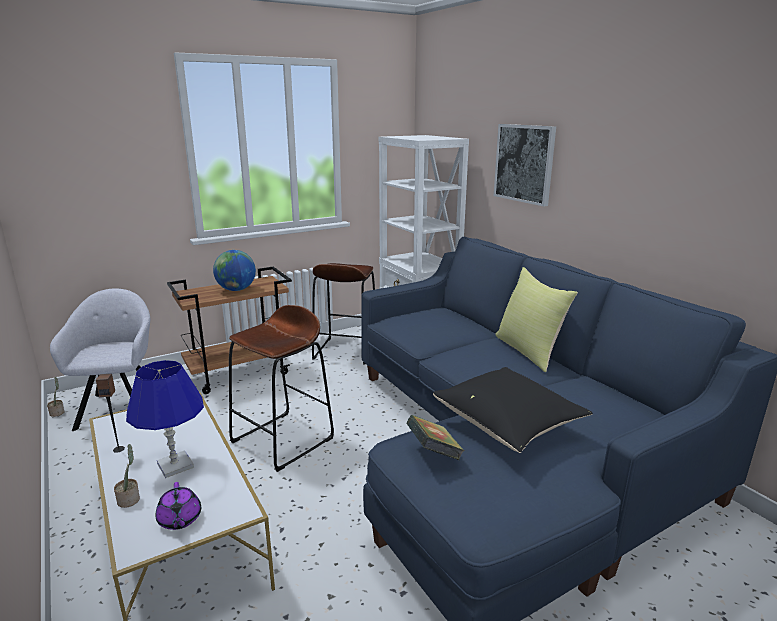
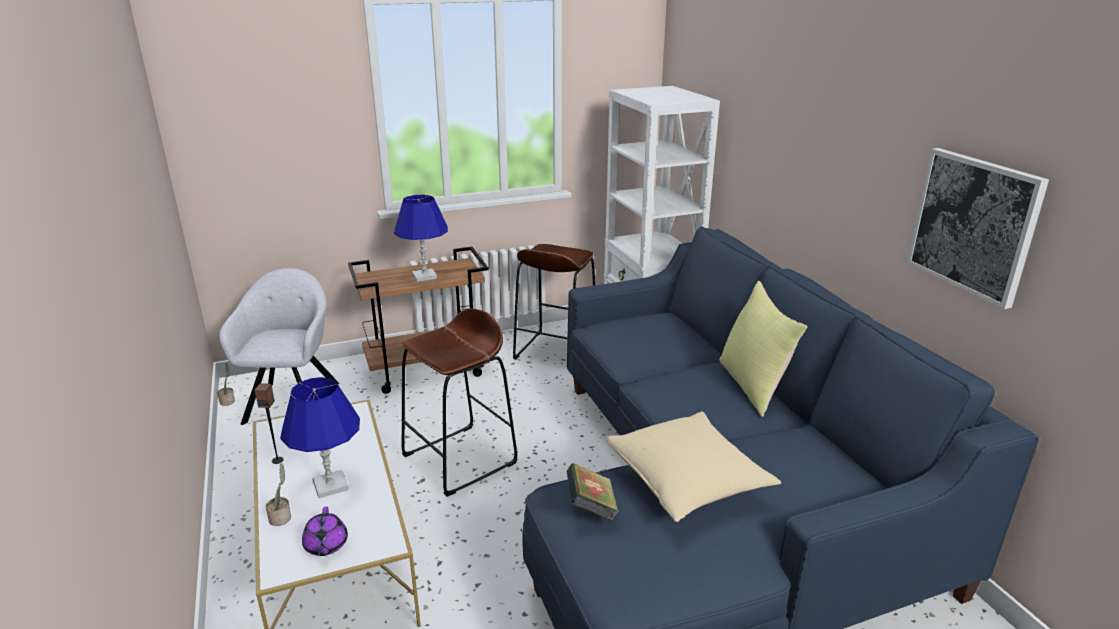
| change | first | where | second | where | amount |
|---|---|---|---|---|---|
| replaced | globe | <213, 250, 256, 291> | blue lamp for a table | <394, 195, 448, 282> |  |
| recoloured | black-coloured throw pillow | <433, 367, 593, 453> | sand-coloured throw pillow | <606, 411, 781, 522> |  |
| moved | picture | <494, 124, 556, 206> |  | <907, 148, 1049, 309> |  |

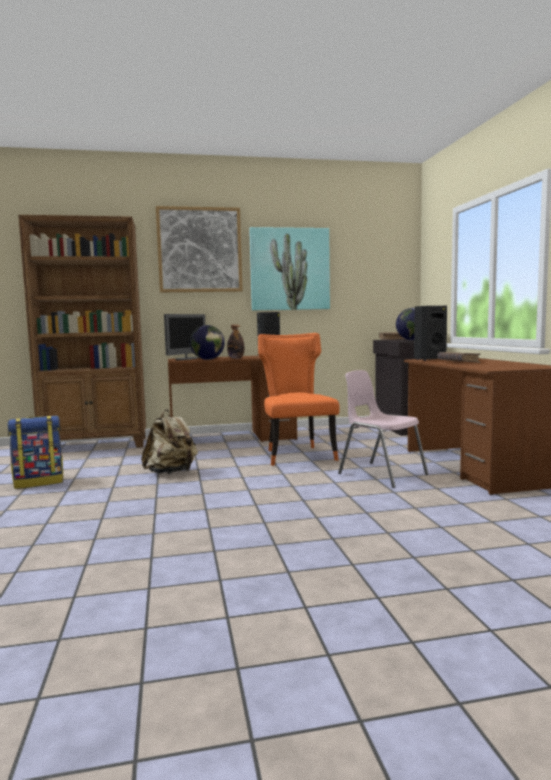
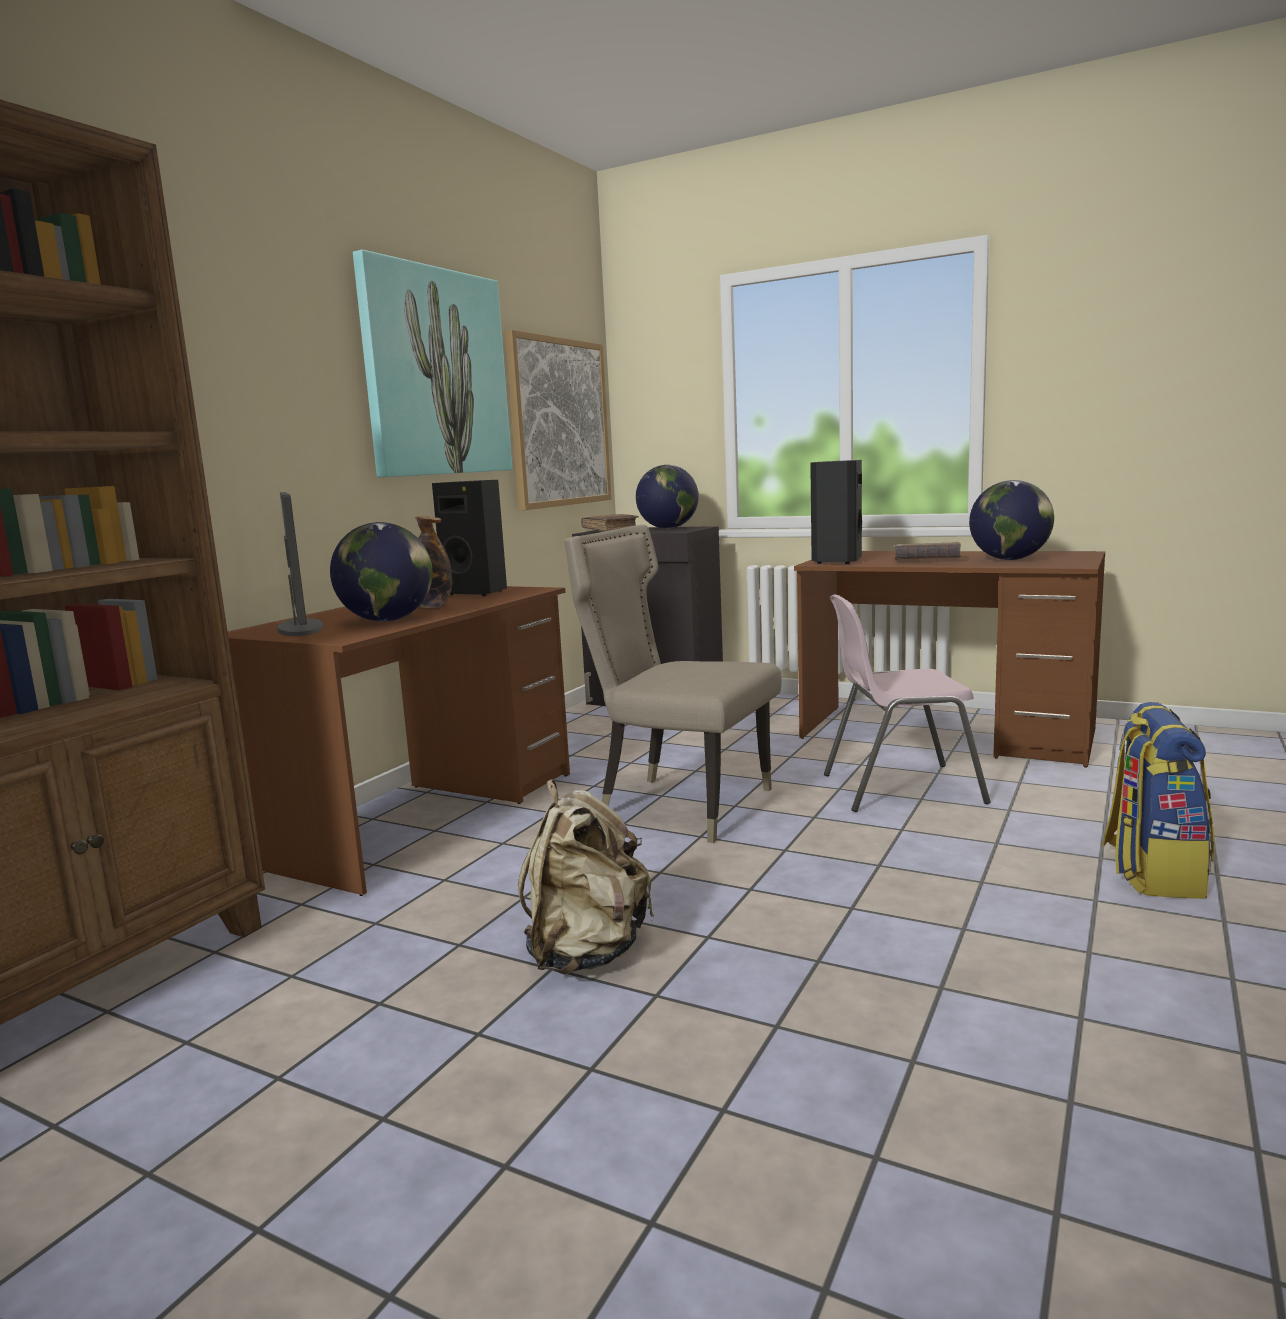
| change | first | where | second | where | amount |
|---|---|---|---|---|---|
| moved | picture | <156, 206, 243, 292> |  | <505, 330, 611, 510> |  |
| recoloured | orange upright chair | <258, 333, 340, 466> | sand-coloured upright chair | <564, 525, 782, 843> |  |
| added |  |  | globe | <969, 480, 1054, 560> |  |
| moved | backpack | <7, 416, 64, 489> |  | <1102, 702, 1214, 899> |  |

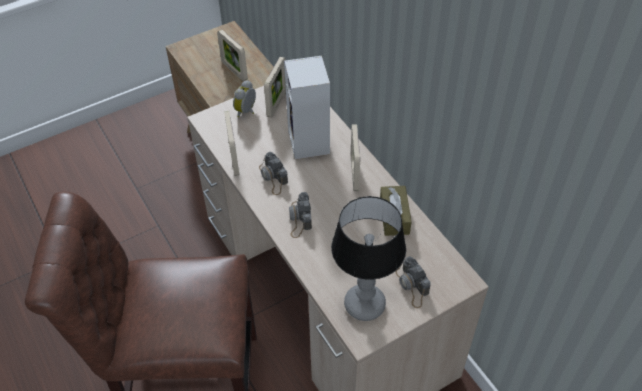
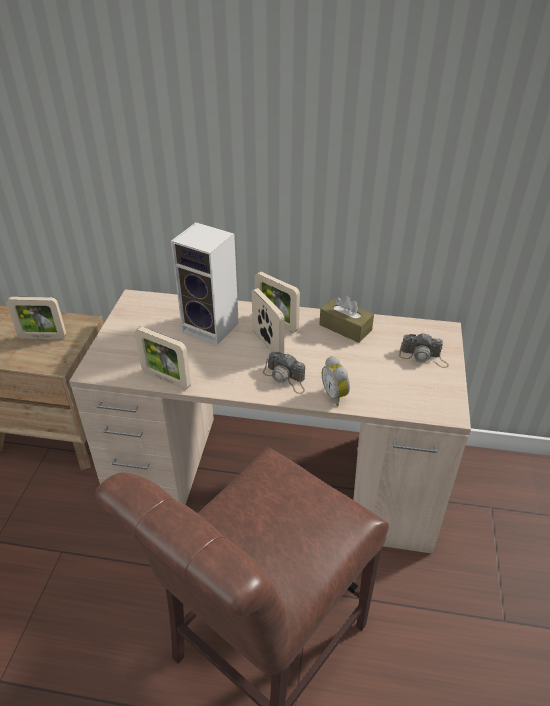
| change | first | where | second | where | amount |
|---|---|---|---|---|---|
| moved | photo frame | <264, 57, 286, 118> |  | <252, 288, 285, 355> |  |
| moved | table clock | <233, 80, 256, 117> |  | <322, 356, 350, 406> |  |
| removed | still camera | <259, 152, 288, 195> |  |  |  |
| removed | lamp for a table | <331, 196, 406, 321> |  |  |  |

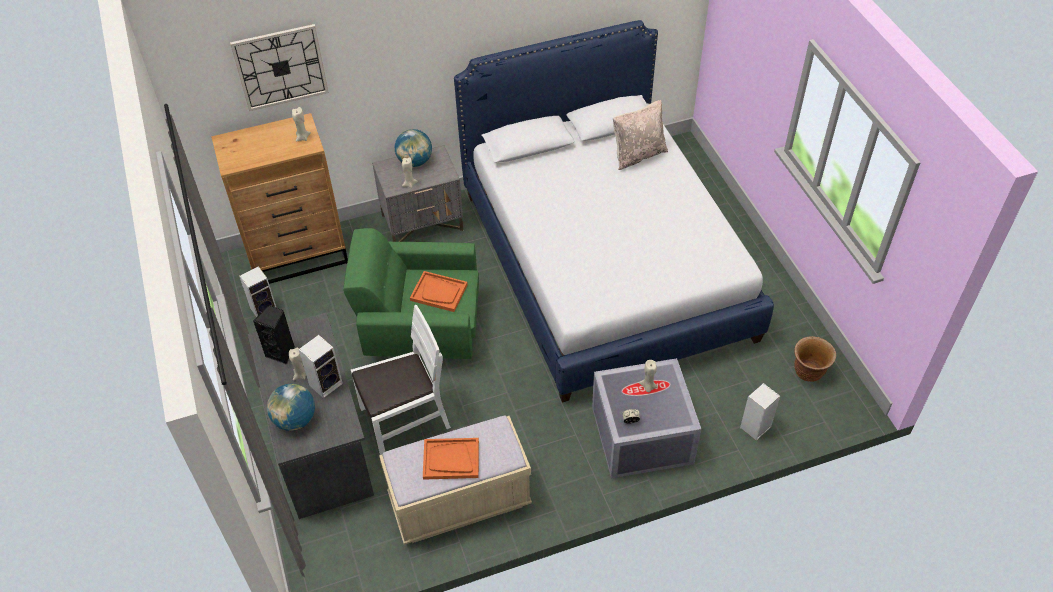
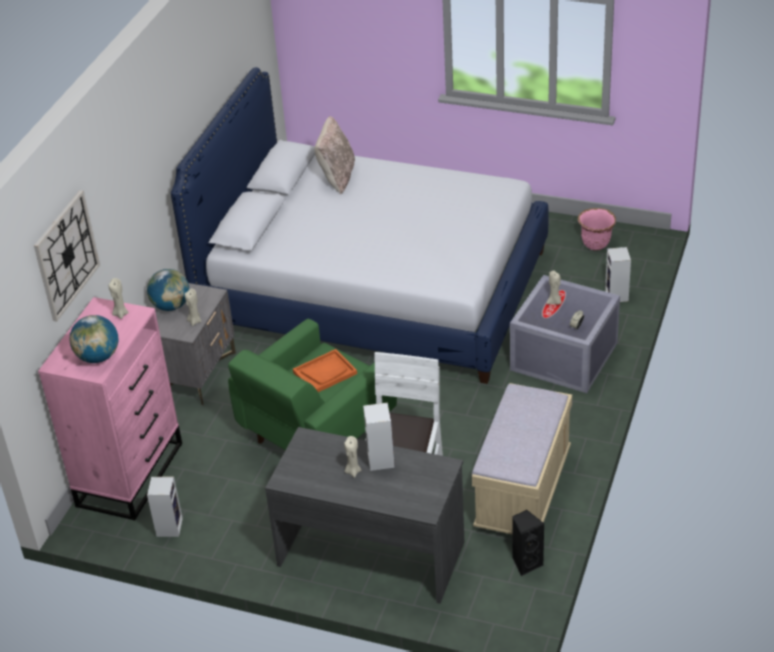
| change | first | where | second | where | amount |
|---|---|---|---|---|---|
| recoloured | brown-coloured drawer chest | <211, 113, 348, 284> | pinkish drawer chest | <38, 297, 182, 520> |  |
| moved | globe | <267, 384, 315, 431> |  | <70, 315, 118, 363> |  |
| moved | black-coloured loudspeaker | <253, 305, 295, 364> |  | <512, 510, 544, 576> |  |
| recoloured | brown-coloured planter | <794, 336, 836, 382> | pinkish planter | <578, 208, 616, 251> |  |
| removed | orange carrying tray | <423, 438, 479, 480> |  |  |  |

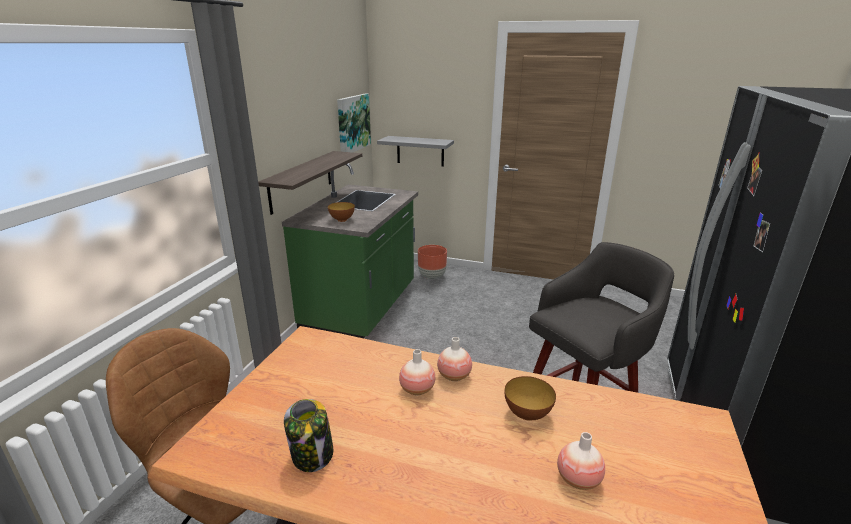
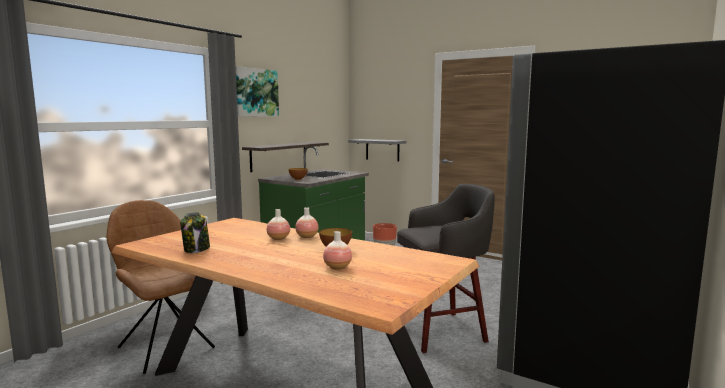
| change | first | where | second | where | amount |
|---|---|---|---|---|---|
| moved | picture | <337, 94, 371, 153> |  | <236, 66, 279, 117> |  |

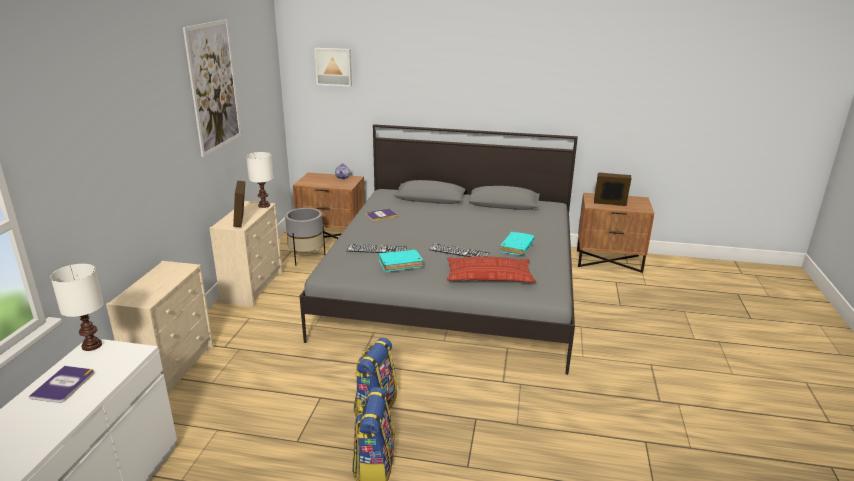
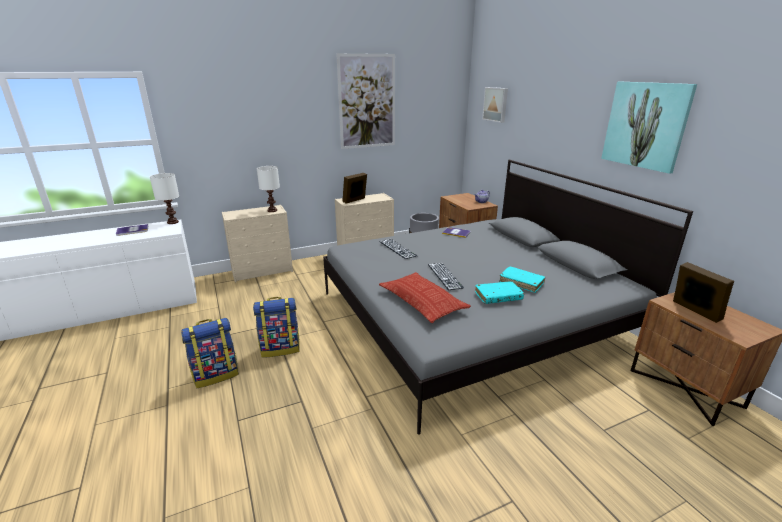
| change | first | where | second | where | amount |
|---|---|---|---|---|---|
| moved | white-coloured lamp for a table | <246, 152, 274, 208> |  | <257, 166, 280, 212> |  |
| moved | blue-green book | <379, 250, 423, 272> |  | <499, 266, 545, 293> |  |
| added |  |  | picture | <601, 82, 697, 174> |  |

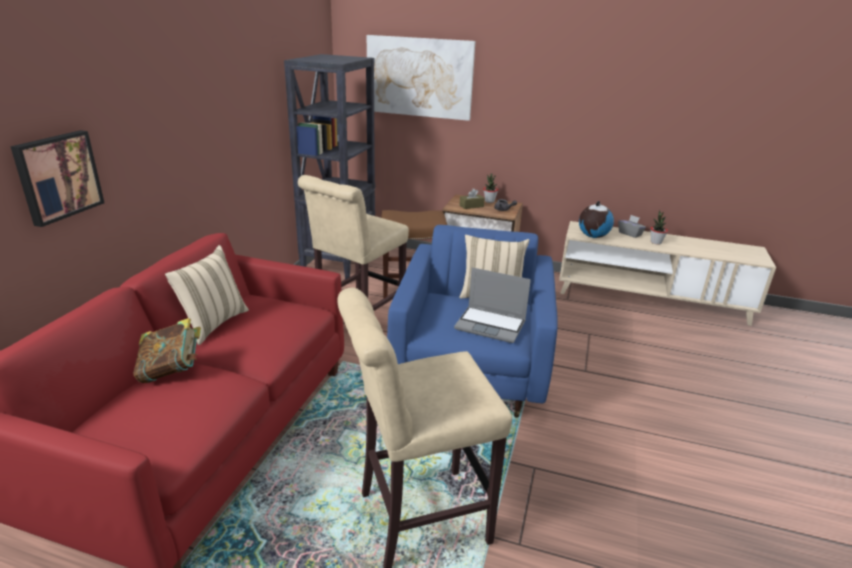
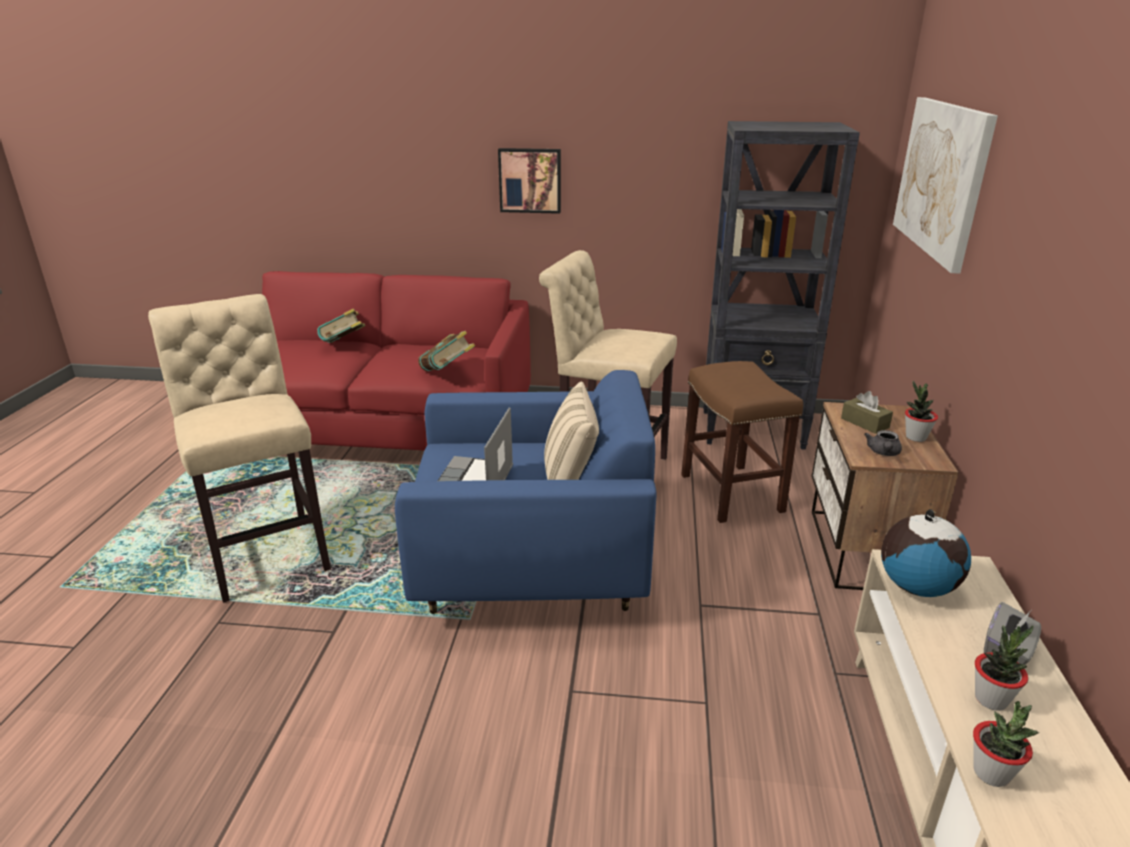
| change | first | where | second | where | amount |
|---|---|---|---|---|---|
| added |  |  | book | <418, 331, 475, 371> |  |
| moved | picture | <10, 130, 104, 227> |  | <498, 148, 561, 214> |  |
| added |  |  | houseplant | <973, 701, 1039, 787> |  |
| removed | sand-coloured throw pillow | <165, 245, 249, 345> |  |  |  |

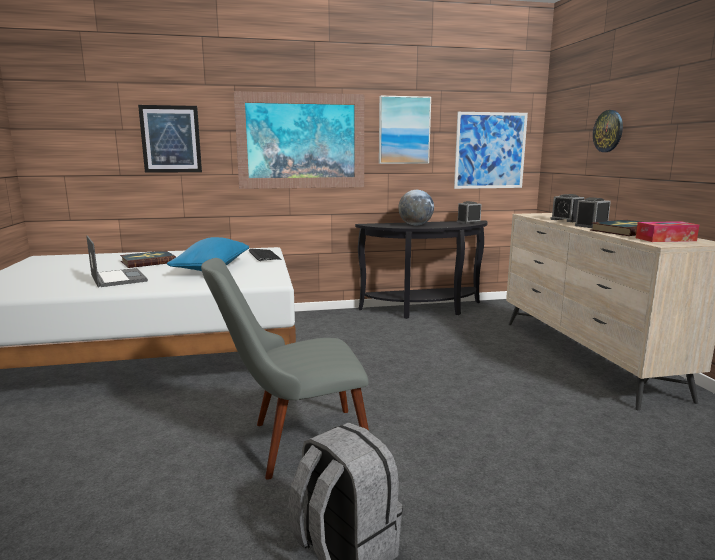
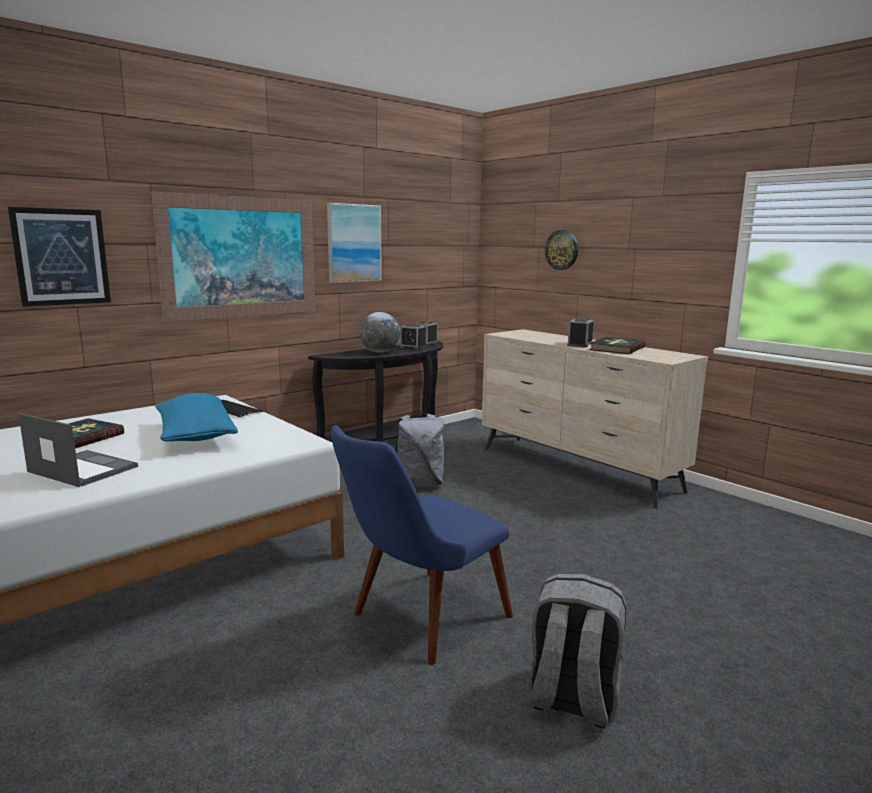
| change | first | where | second | where | amount |
|---|---|---|---|---|---|
| recoloured | greyish upright chair | <201, 258, 369, 480> | blue upright chair | <331, 425, 513, 665> |  |
| added |  |  | greyish backpack | <394, 413, 445, 488> |  |
| moved | table clock | <550, 194, 584, 222> |  | <399, 323, 427, 349> |  |
| removed | picture | <454, 112, 528, 189> |  |  |  |
| removed | tissue holder | <636, 221, 699, 242> |  |  |  |

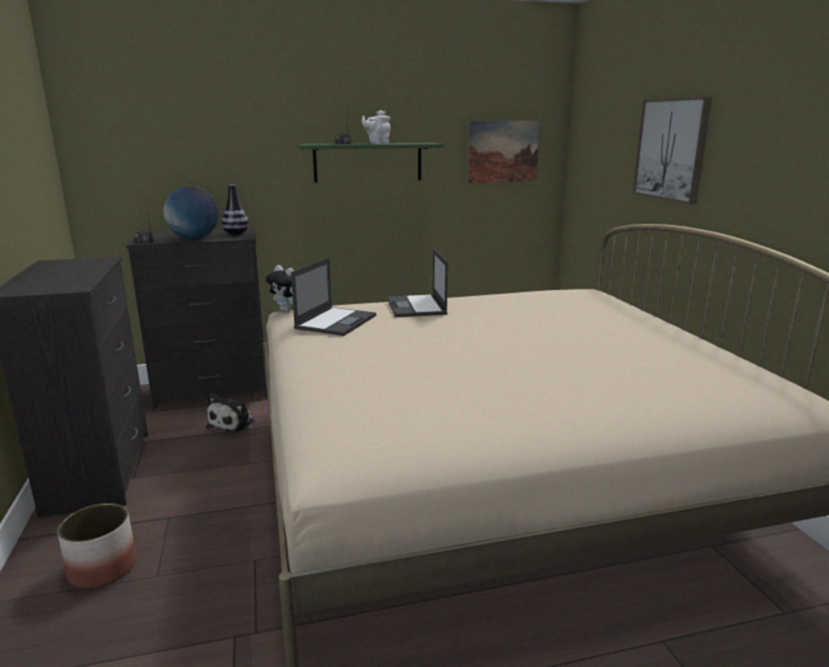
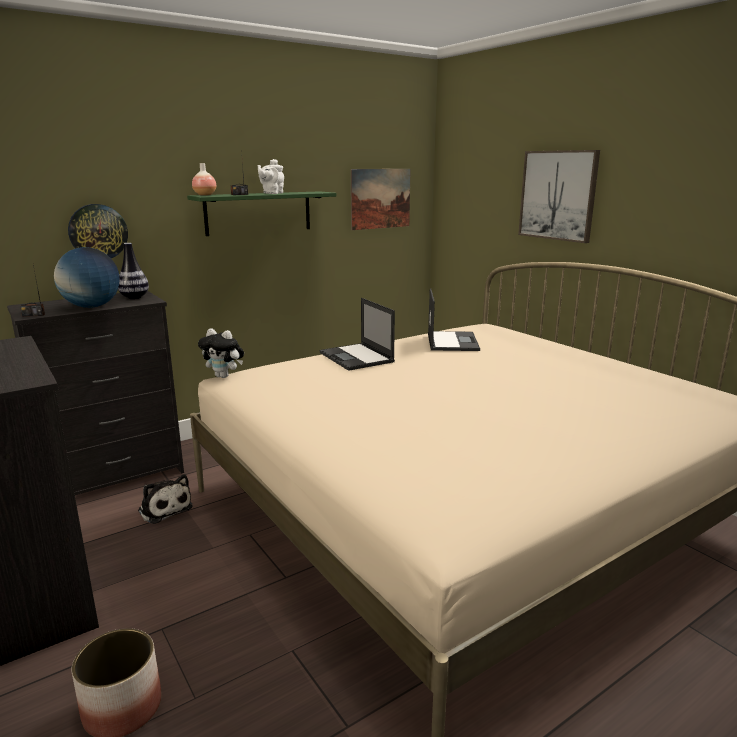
| change | first | where | second | where | amount |
|---|---|---|---|---|---|
| added |  |  | hanging clock | <68, 204, 128, 258> |  |
| turned | cuddly toy | <206, 394, 255, 434> |  | <138, 474, 192, 524> | 45 degrees counterclockwise |
| added |  |  | decorative vase | <192, 163, 216, 196> |  |
| moved | portable computer | <291, 258, 376, 336> |  | <428, 288, 480, 351> |  |

